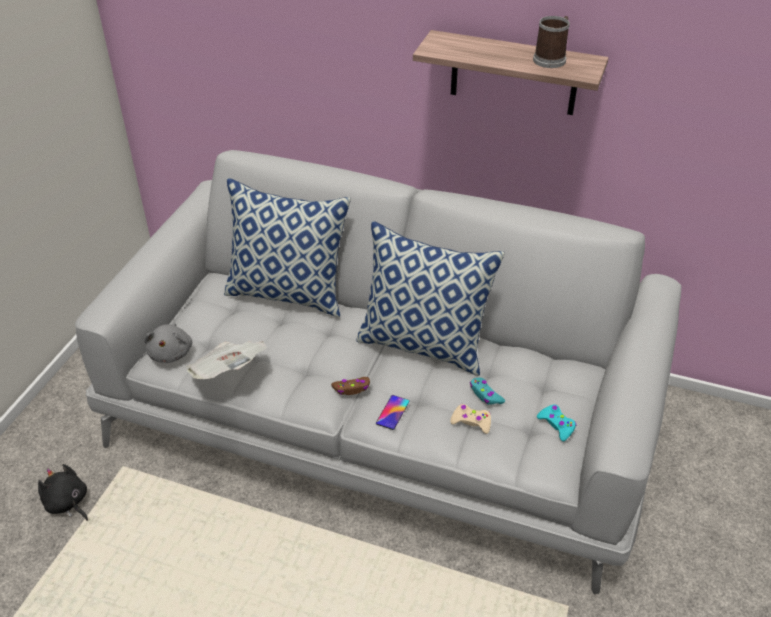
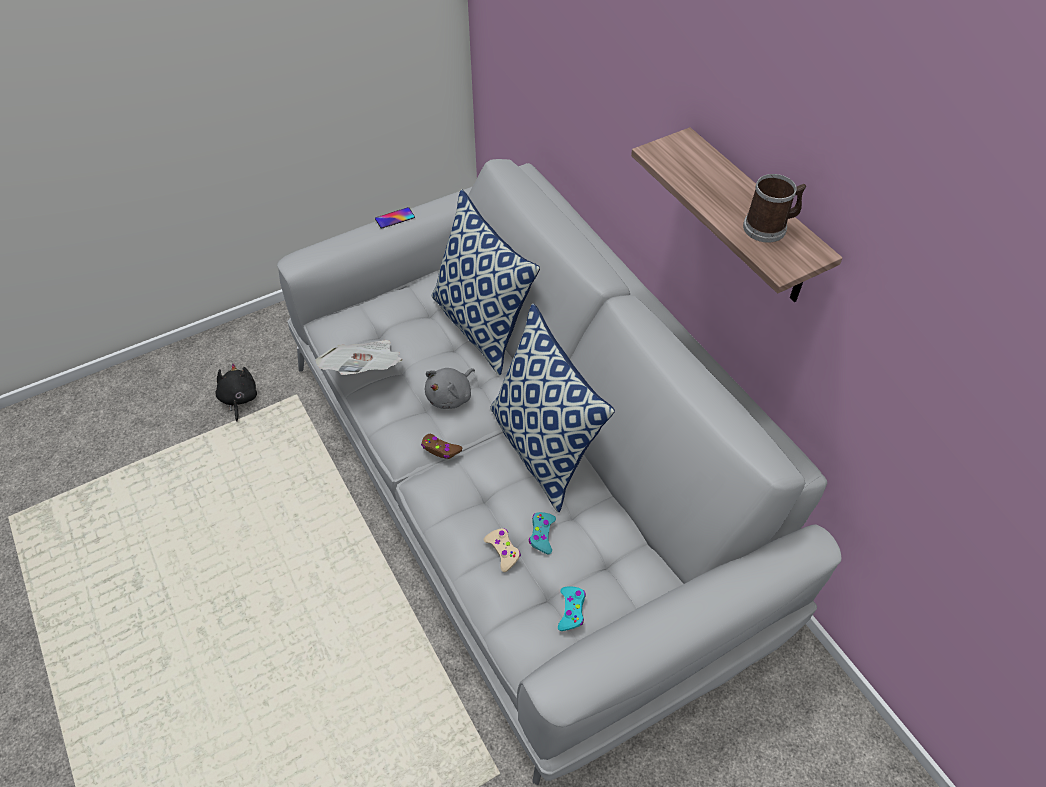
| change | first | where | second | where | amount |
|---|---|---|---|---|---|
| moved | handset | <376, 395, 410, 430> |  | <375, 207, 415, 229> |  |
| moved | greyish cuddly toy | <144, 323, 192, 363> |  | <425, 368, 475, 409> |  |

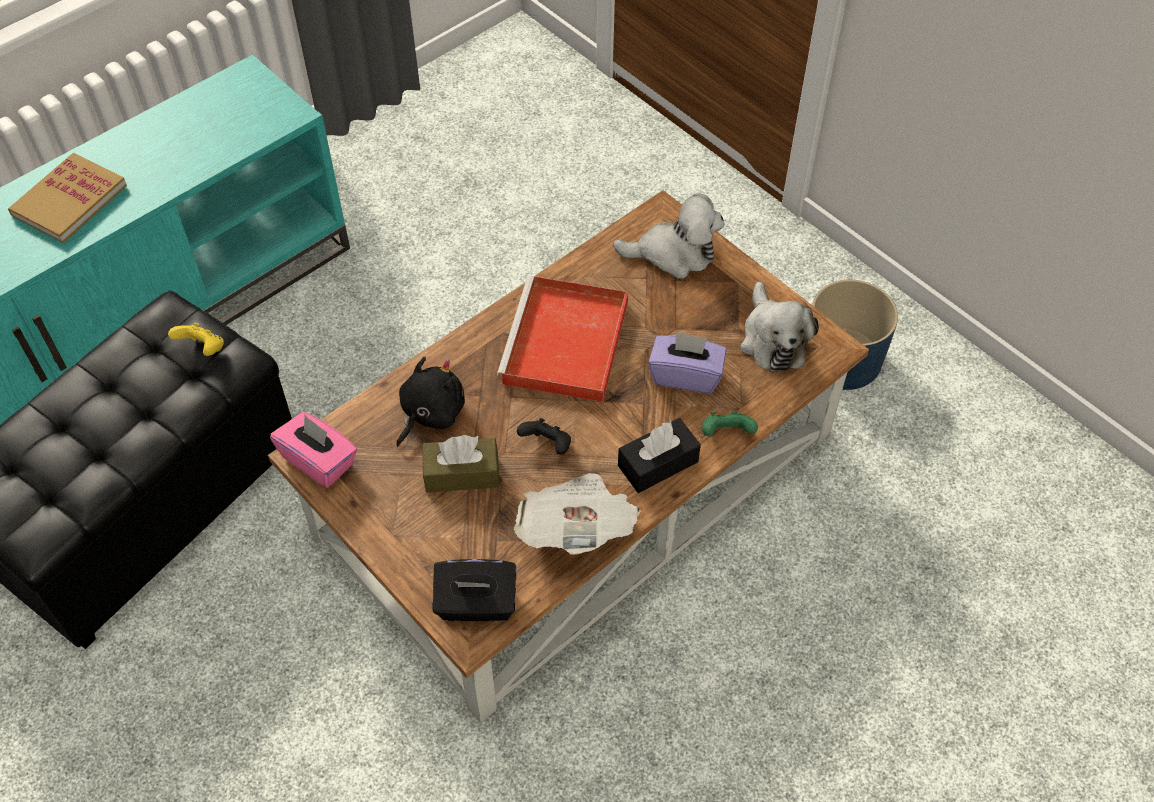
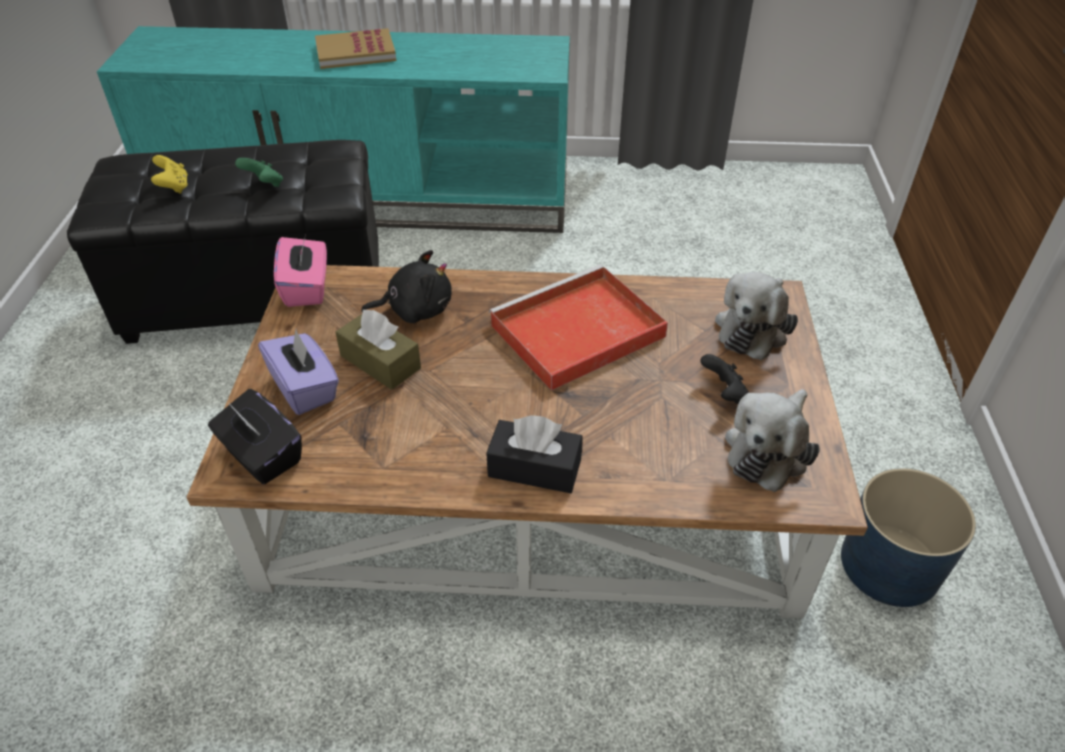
| change | first | where | second | where | amount |
|---|---|---|---|---|---|
| moved | yellow-coloured game controller | <168, 323, 224, 356> |  | <151, 155, 188, 194> |  |
| moved | greenish game controller | <702, 411, 758, 436> |  | <235, 158, 283, 187> |  |
| moved | purple-coloured tissue holder | <648, 332, 726, 393> |  | <258, 330, 339, 415> |  |
| moved | black-coloured game controller | <517, 418, 571, 455> |  | <700, 354, 749, 404> |  |
| turned | cuddly toy | <613, 193, 724, 279> |  | <715, 272, 798, 360> | 75 degrees clockwise |
| removed | newspaper | <513, 473, 641, 555> |  |  |  |

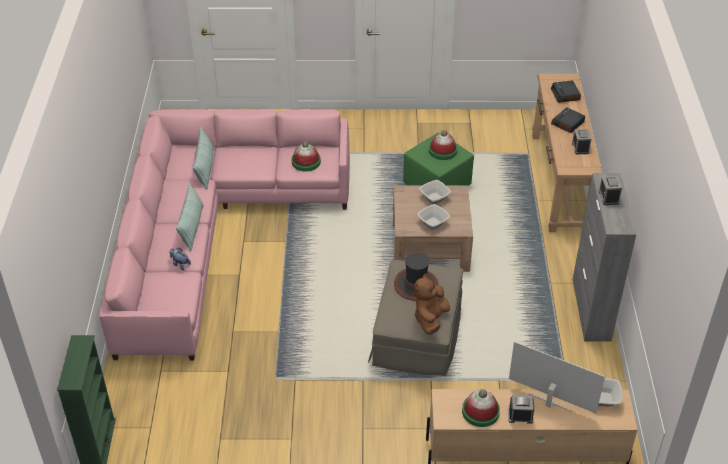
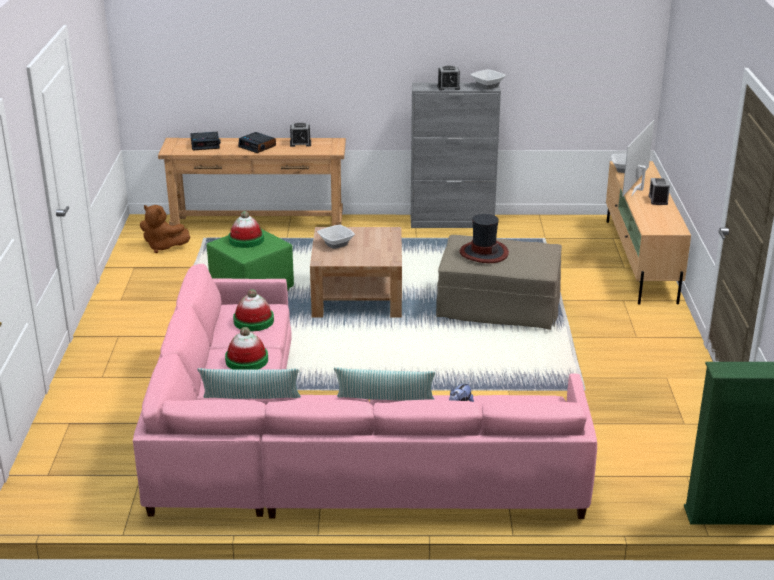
| change | first | where | second | where | amount |
|---|---|---|---|---|---|
| moved | brown-coloured cuddly toy | <414, 274, 450, 335> |  | <140, 205, 190, 253> |  |
| moved | hat | <462, 389, 500, 427> |  | <225, 327, 268, 369> |  |
| moved | bowl | <417, 204, 450, 230> |  | <470, 69, 506, 89> |  |

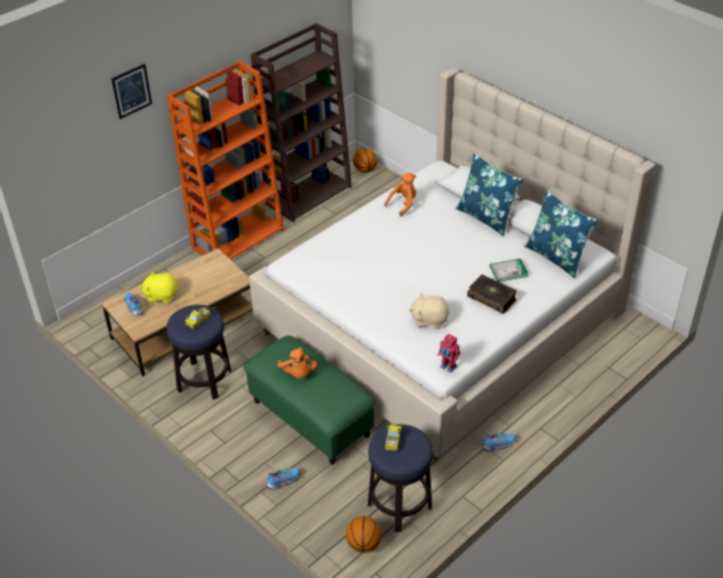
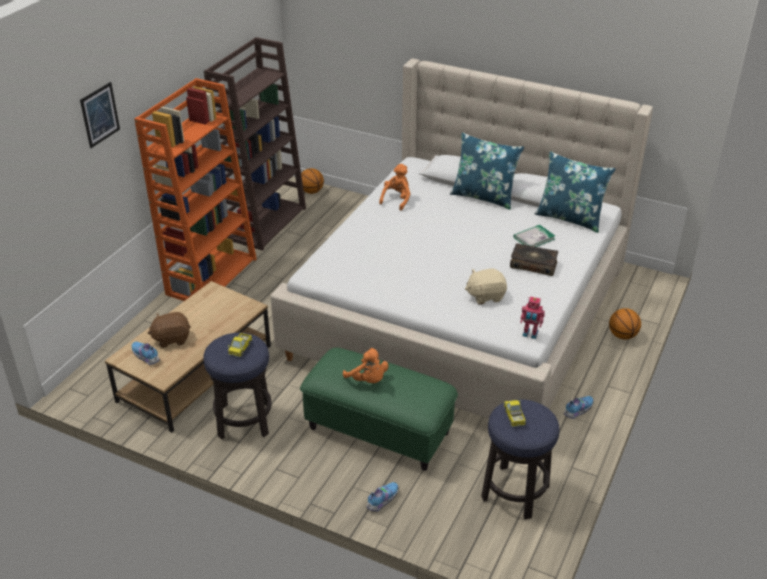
| change | first | where | second | where | amount |
|---|---|---|---|---|---|
| recoloured | yellow-coloured cuddly toy | <141, 271, 178, 303> | brown-coloured cuddly toy | <148, 312, 191, 348> |  |
| moved | ball for basketball | <346, 516, 382, 553> |  | <609, 308, 641, 340> |  |

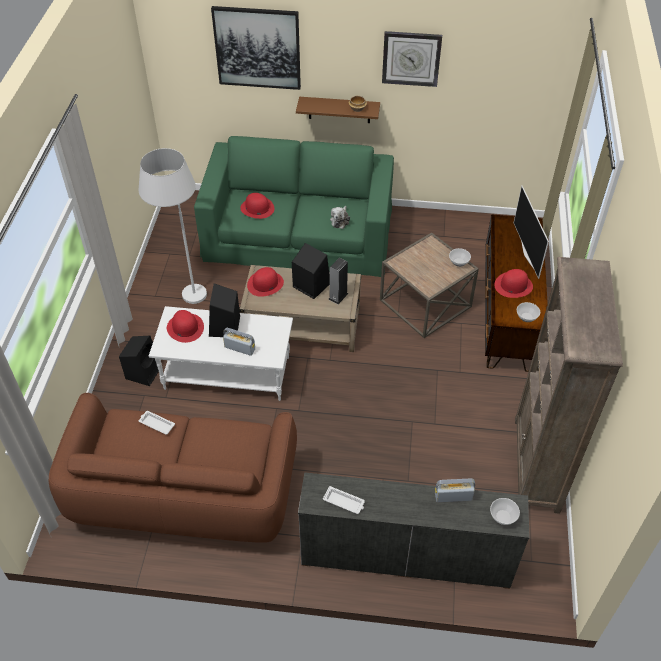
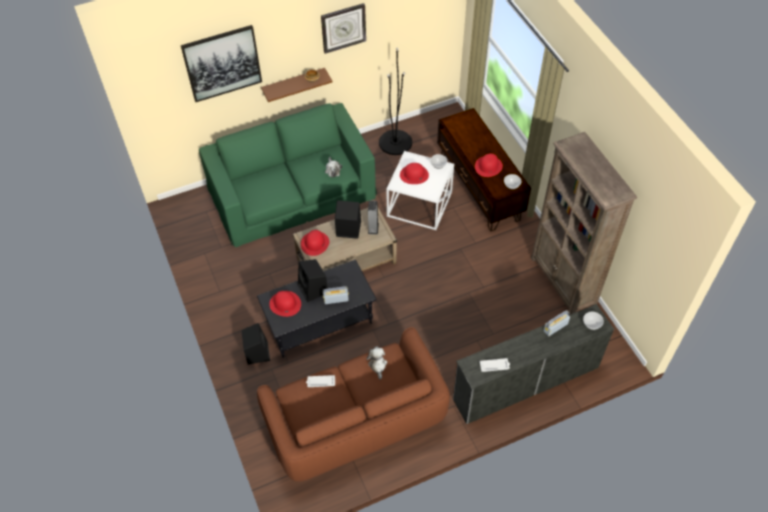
| change | first | where | second | where | amount |
|---|---|---|---|---|---|
| recoloured | white-coloured coffee table | <149, 306, 293, 401> | black-coloured coffee table | <257, 260, 377, 358> |  |
| added |  |  | cuddly toy | <367, 346, 387, 380> |  |
| added |  |  | black-coloured floor lamp | <379, 48, 412, 155> |  |
| recoloured | brown-coloured side table | <380, 232, 479, 338> | white-coloured side table | <387, 151, 454, 230> |  |
| moved | red-coloured hat | <240, 193, 274, 219> |  | <400, 163, 429, 184> |  |
| removed | white-coloured floor lamp | <138, 148, 207, 304> |  |  |  |
| removed | television | <514, 186, 549, 279> |  |  |  |

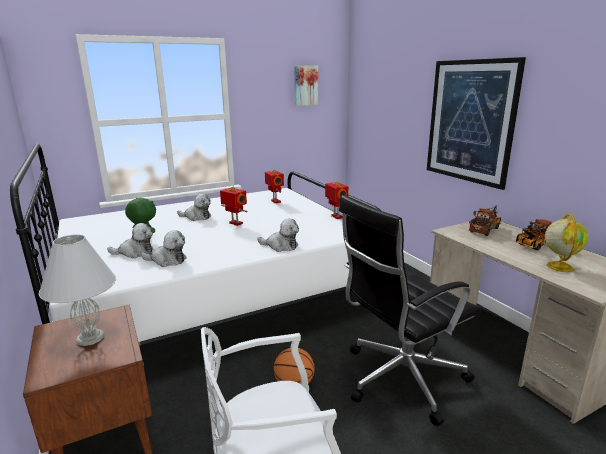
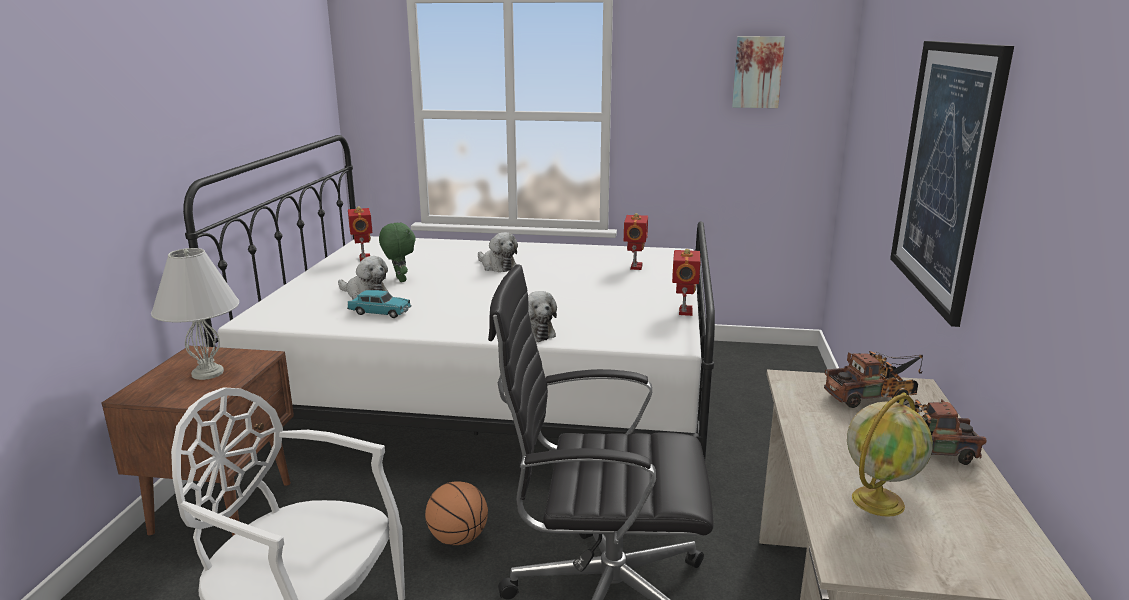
| change | first | where | second | where | amount |
|---|---|---|---|---|---|
| replaced | cuddly toy | <141, 230, 187, 267> | blue-green miniature car | <347, 290, 412, 318> |  |
| moved | robot figure | <220, 187, 248, 226> |  | <348, 206, 373, 261> |  |

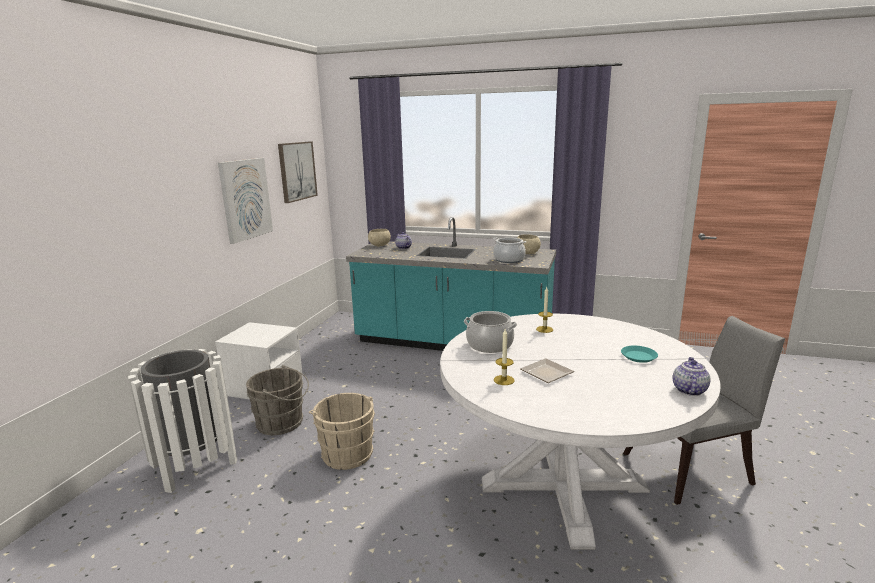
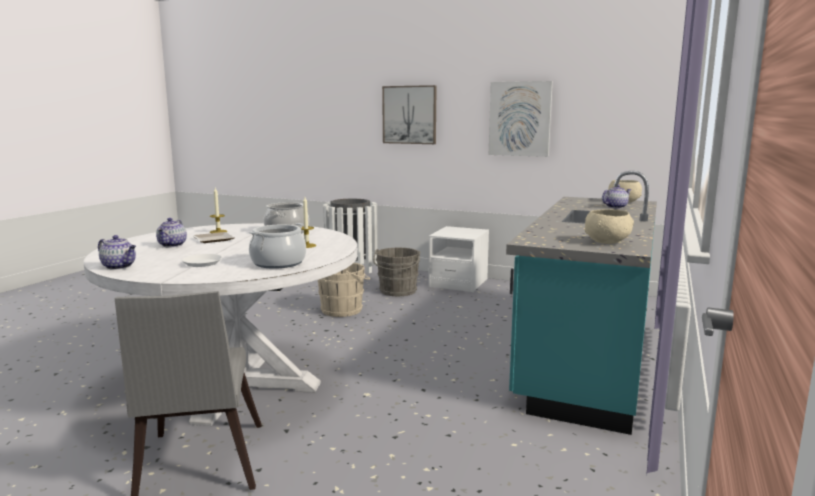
| change | first | where | second | where | amount |
|---|---|---|---|---|---|
| added |  |  | teapot | <156, 218, 187, 247> |  |
| recoloured | blue-green dinner plate | <621, 346, 658, 363> | white-coloured dinner plate | <182, 254, 222, 267> |  |
| moved | stockpot | <493, 237, 526, 263> |  | <248, 223, 306, 269> |  |
| moved | picture | <278, 141, 318, 203> |  | <382, 85, 437, 144> |  |

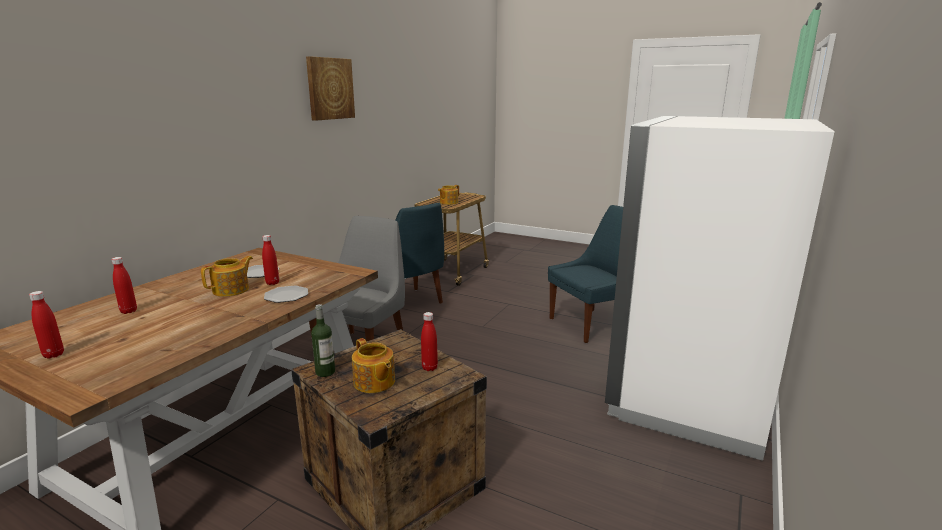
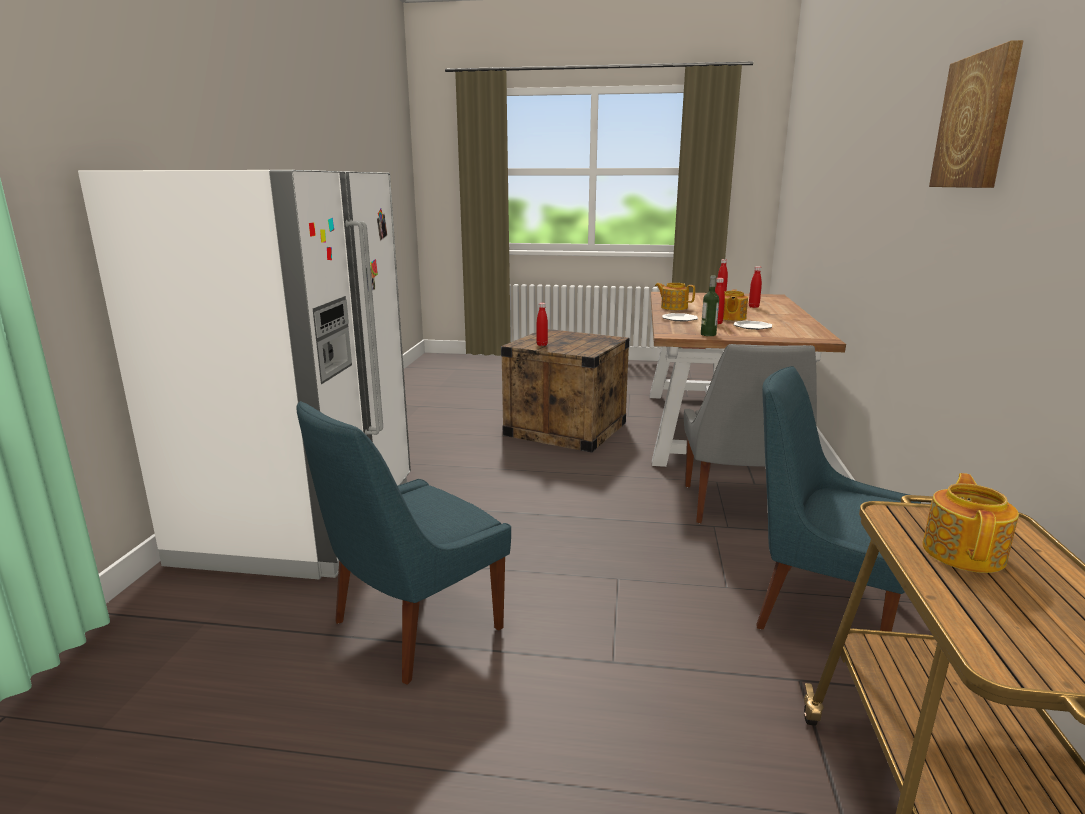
| change | first | where | second | where | amount |
|---|---|---|---|---|---|
| moved | teapot | <352, 338, 395, 393> |  | <655, 283, 695, 310> |  |
| moved | drink bottle | <311, 304, 335, 377> |  | <701, 275, 719, 336> |  |

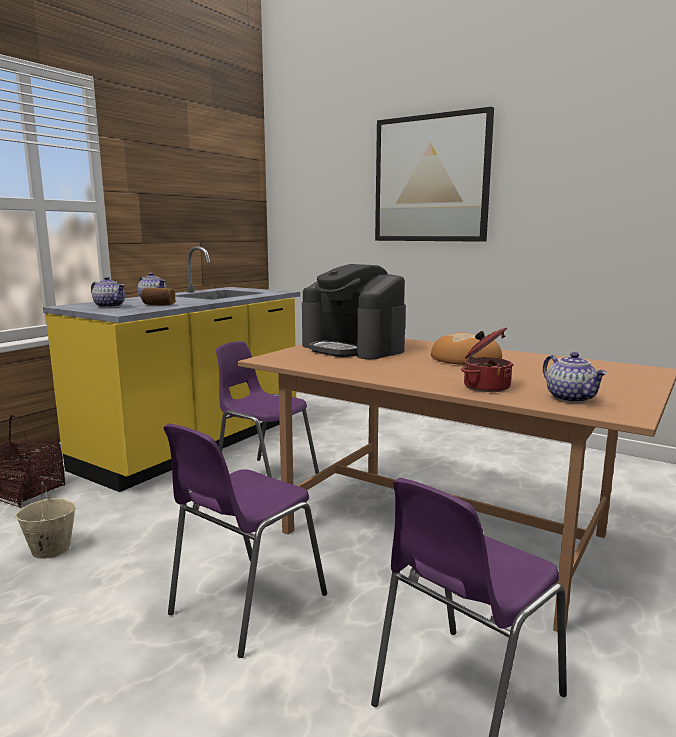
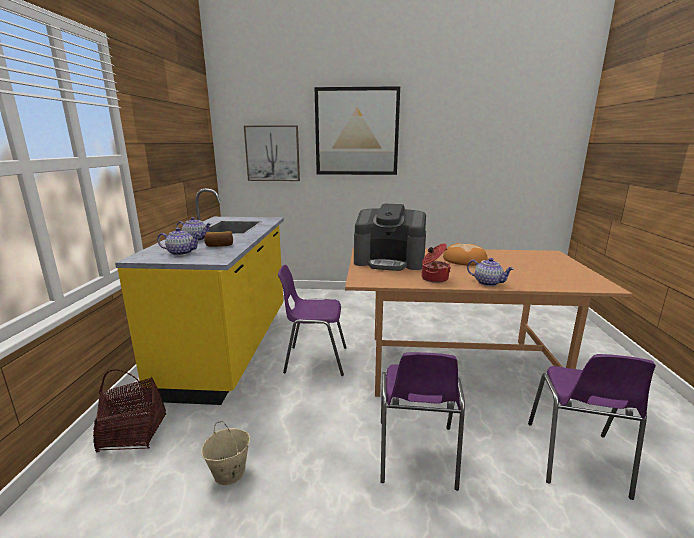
| change | first | where | second | where | amount |
|---|---|---|---|---|---|
| added |  |  | picture | <244, 125, 300, 181> |  |
| moved | stockpot | <461, 327, 513, 392> |  | <422, 243, 451, 283> |  |
| moved | teapot | <543, 352, 607, 403> |  | <467, 258, 514, 286> |  |

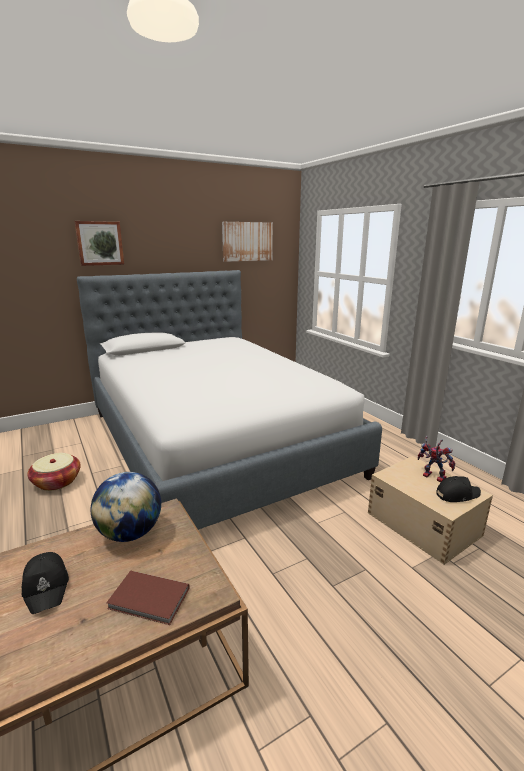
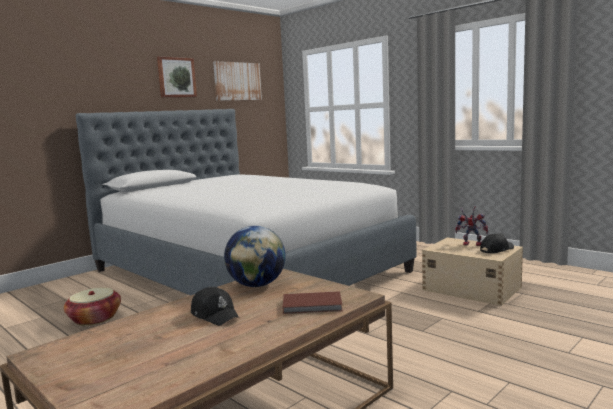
| change | first | where | second | where | amount |
|---|---|---|---|---|---|
| moved | picture | <75, 221, 124, 266> |  | <157, 56, 197, 98> |  |

